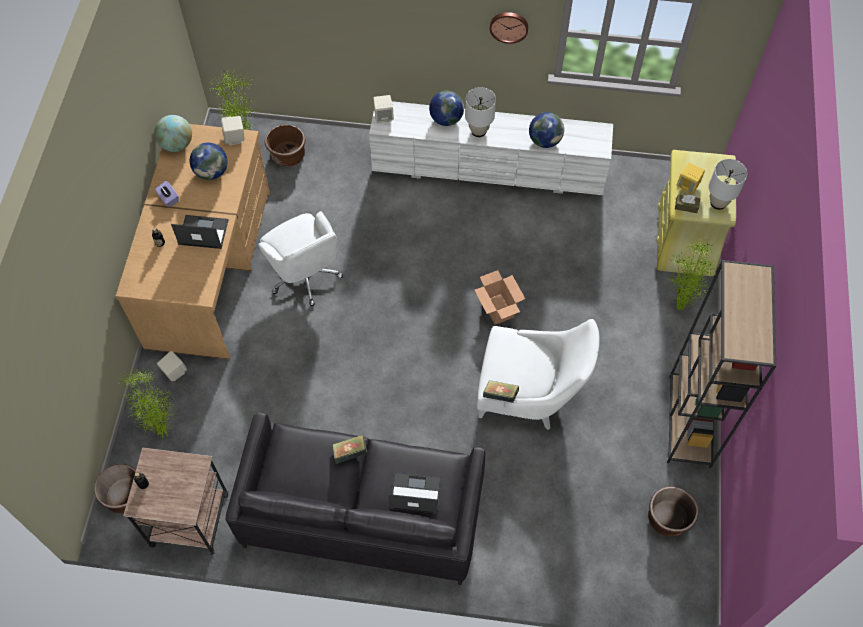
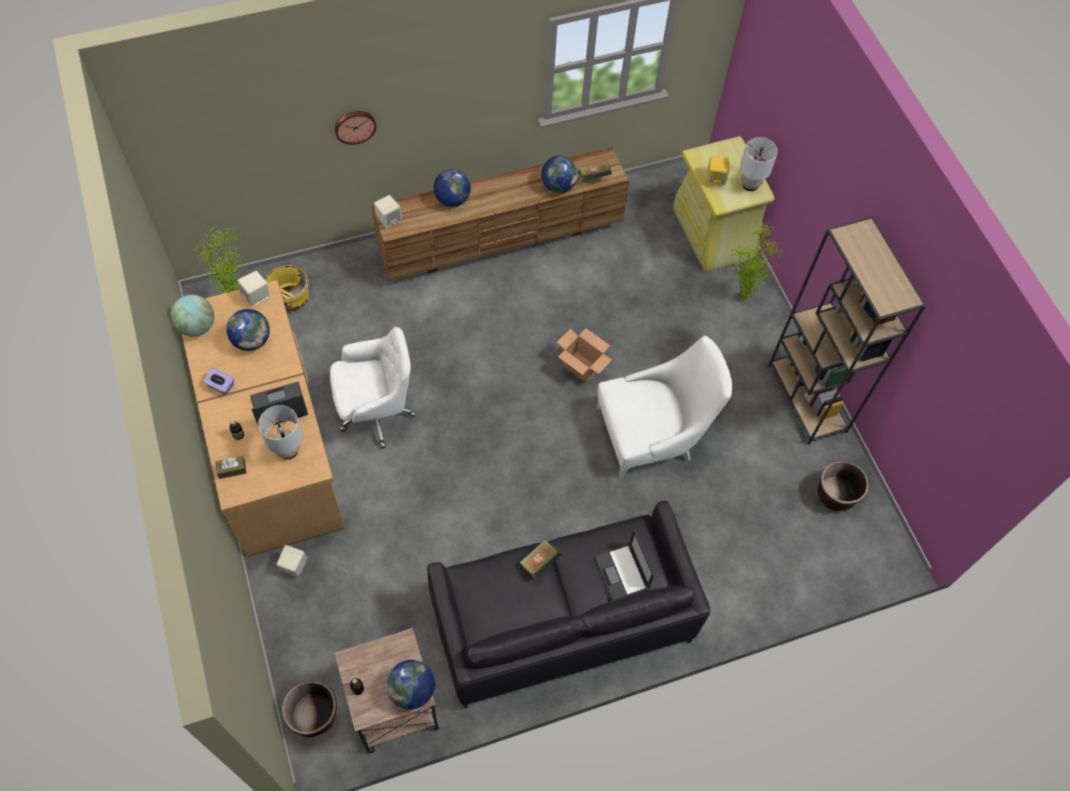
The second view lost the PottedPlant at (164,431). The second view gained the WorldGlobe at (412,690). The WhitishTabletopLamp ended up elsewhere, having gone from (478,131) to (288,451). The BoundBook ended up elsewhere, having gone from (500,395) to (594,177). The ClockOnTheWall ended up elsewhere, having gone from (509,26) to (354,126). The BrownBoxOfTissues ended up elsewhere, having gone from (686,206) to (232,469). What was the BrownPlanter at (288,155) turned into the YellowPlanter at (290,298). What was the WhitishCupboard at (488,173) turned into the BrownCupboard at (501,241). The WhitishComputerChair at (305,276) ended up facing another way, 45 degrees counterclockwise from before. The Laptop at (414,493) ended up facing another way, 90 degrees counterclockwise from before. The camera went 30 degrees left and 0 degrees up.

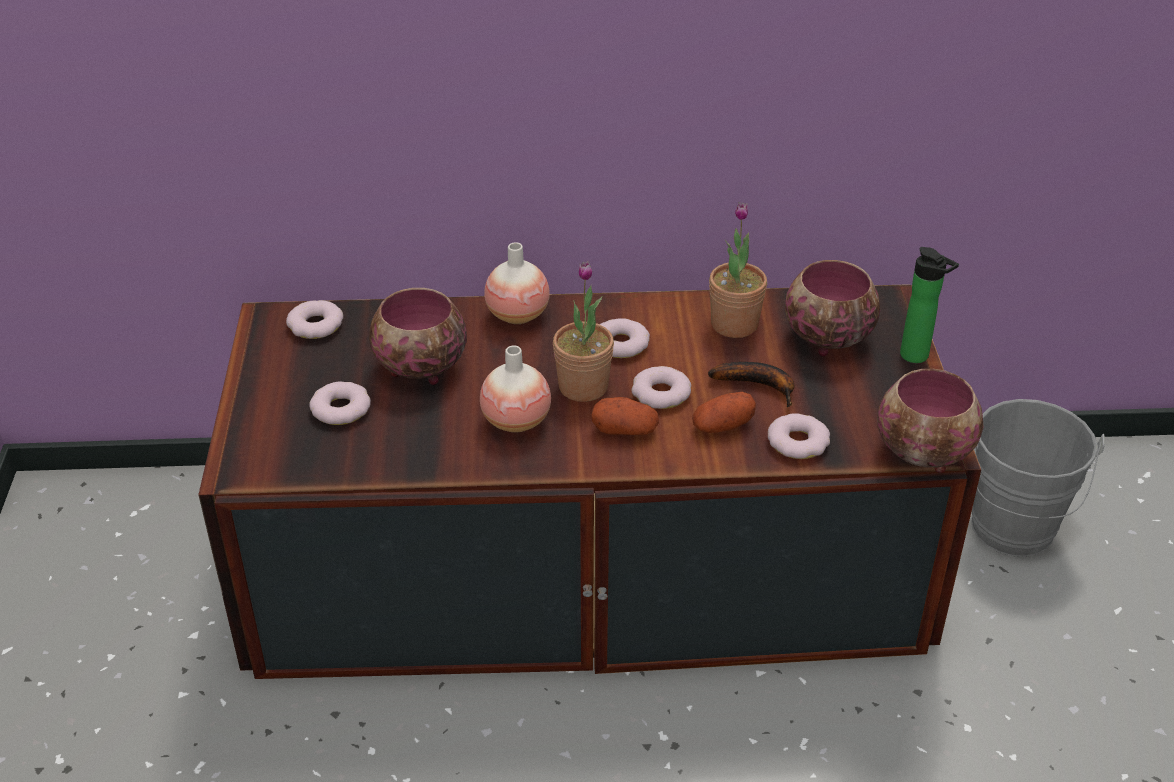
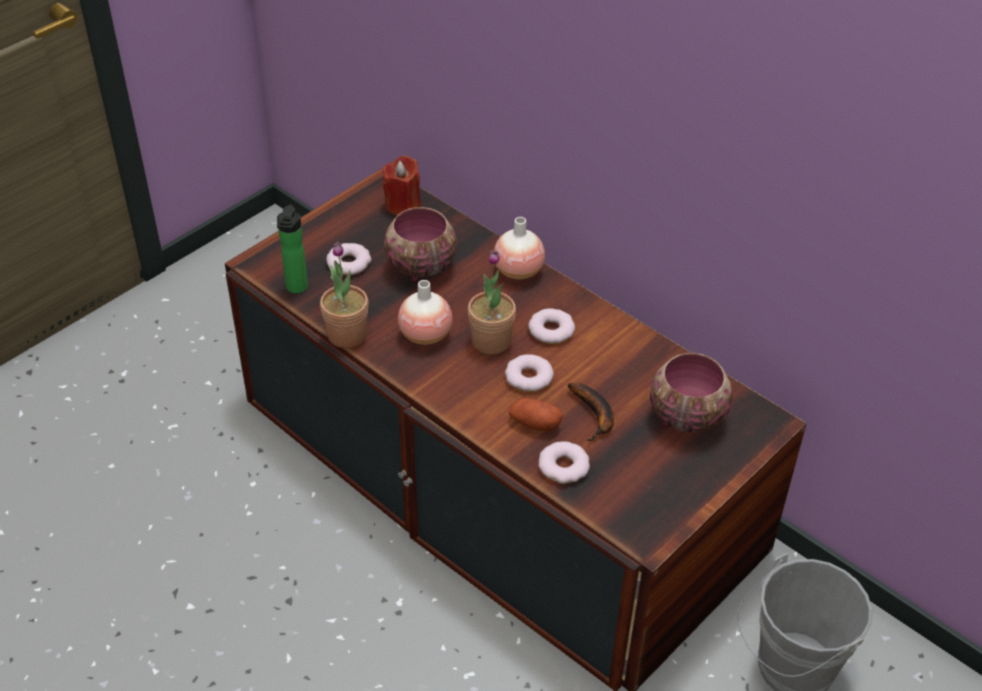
The second view lost the Potato at (625,430). The second view lost the Bowl at (925,455). The PottedPlant ended up elsewhere, having gone from (734,324) to (347,335). The Bottle ended up elsewhere, having gone from (918,357) to (296,289). Where the RingDoughnut stood at (316,325), the RedColouredWaxCandle came to stand at (403,204). The camera went 45 degrees right and 5 degrees up.

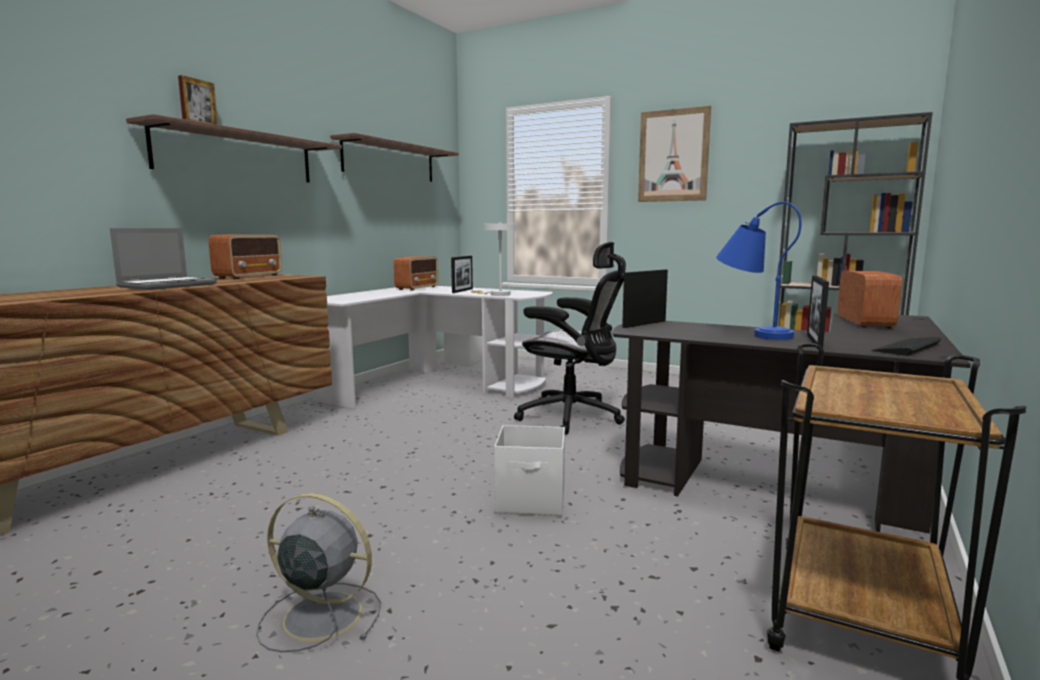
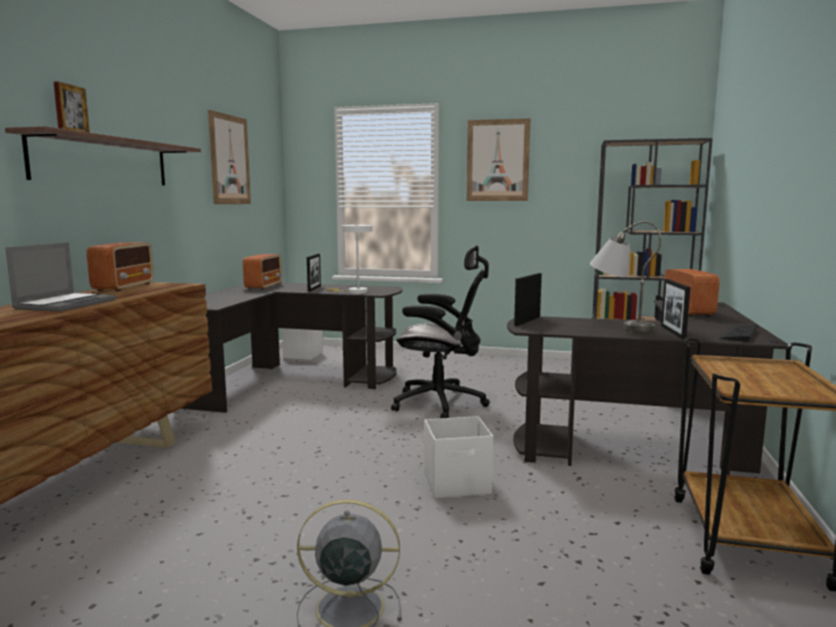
Where the WallShelf hung at (390,161), the WallArt came to hang at (229,160). What was the WhitishDesk at (432,385) turned into the BlackDesk at (288,382). What was the BlueColouredTabletopLamp at (750,333) turned into the GrayTabletopLamp at (618,326). The camera went 15 degrees left and 0 degrees up.

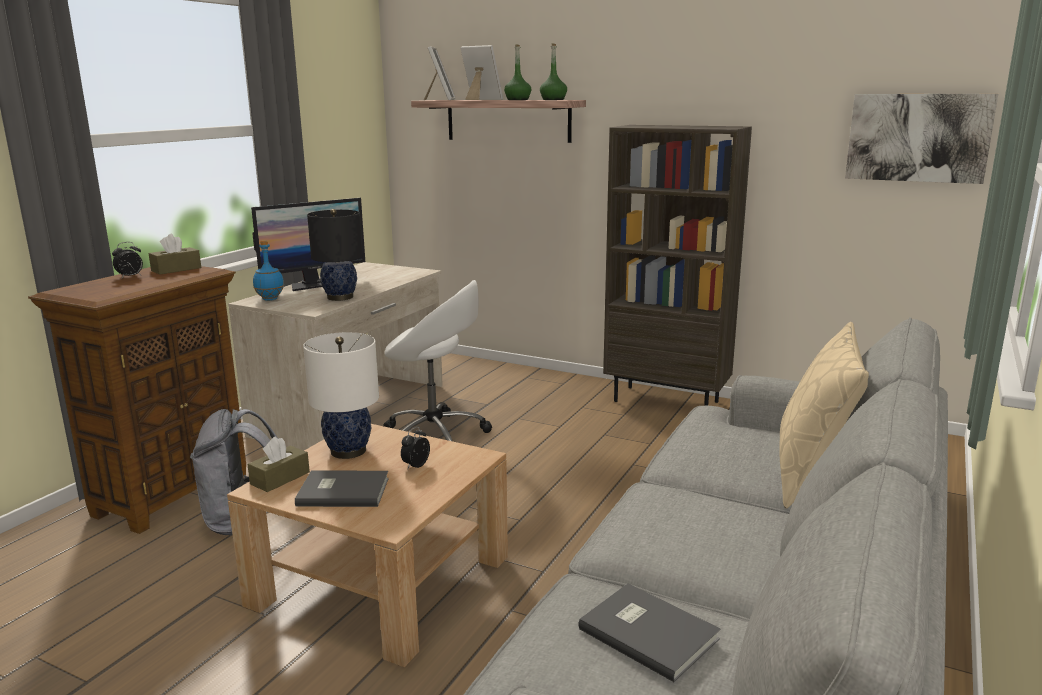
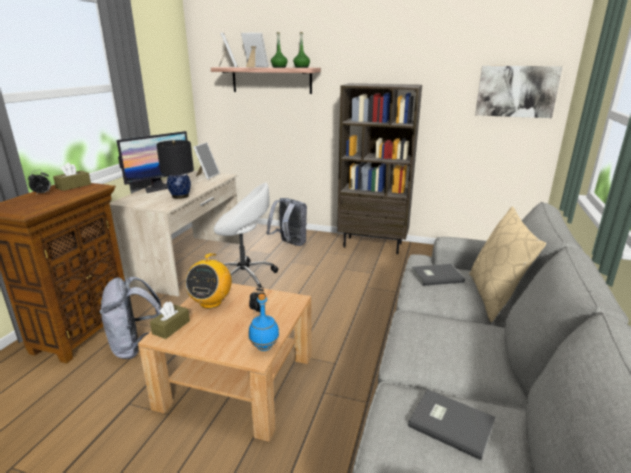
The second view gained the PictureFrame at (207,176). The second view gained the GrayRucksack at (289,244). The BlueColouredBottle ended up elsewhere, having gone from (270,299) to (264,347). The GrayBoundBook ended up elsewhere, having gone from (342,491) to (435,276). Where the WhitishTabletopLamp stood at (348,451), the Radio came to stand at (211,302). The camera went 10 degrees left and 5 degrees up.

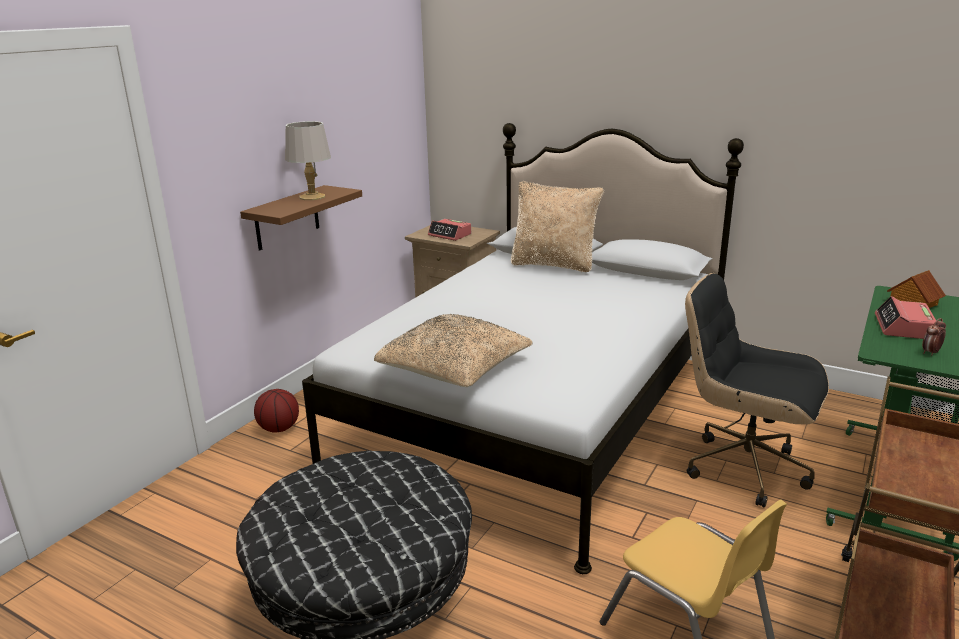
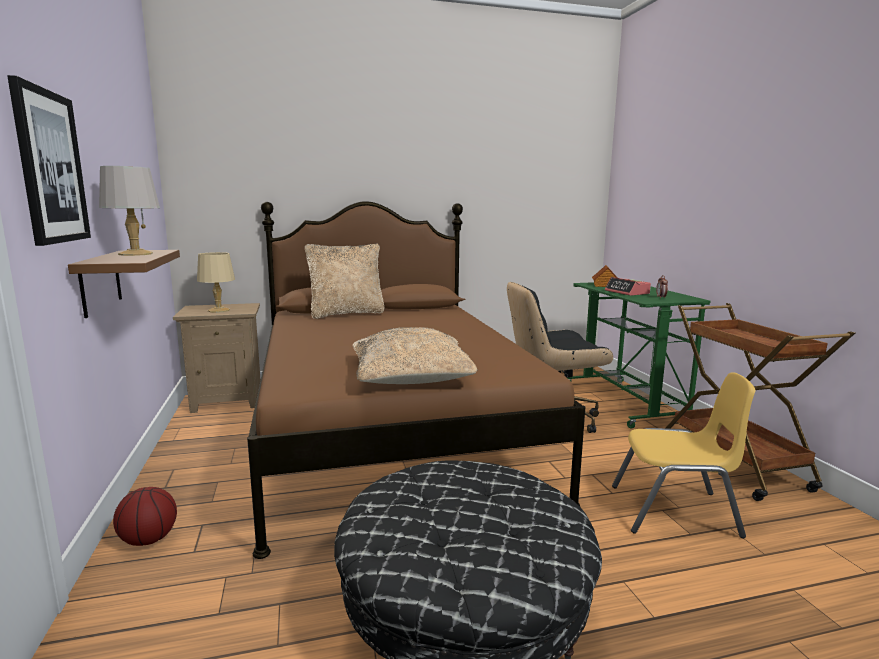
The second view gained the WallArt at (50,167). Where the BedsideClock stood at (450,235), the BeigeTabletopLamp came to stand at (219,310). What was the WhitishSleepingBed at (537,414) turned into the BrownSleepingBed at (391,435). The camera went 45 degrees left and 10 degrees down.

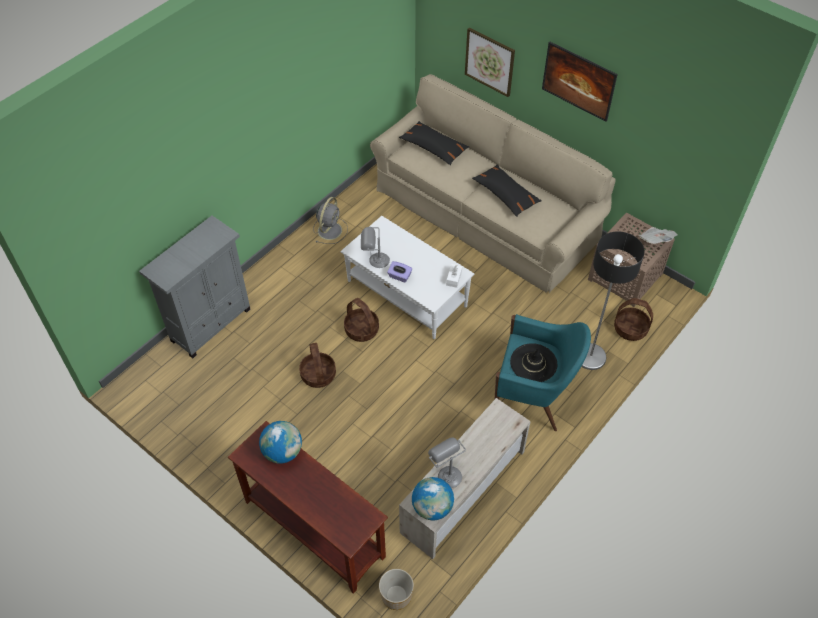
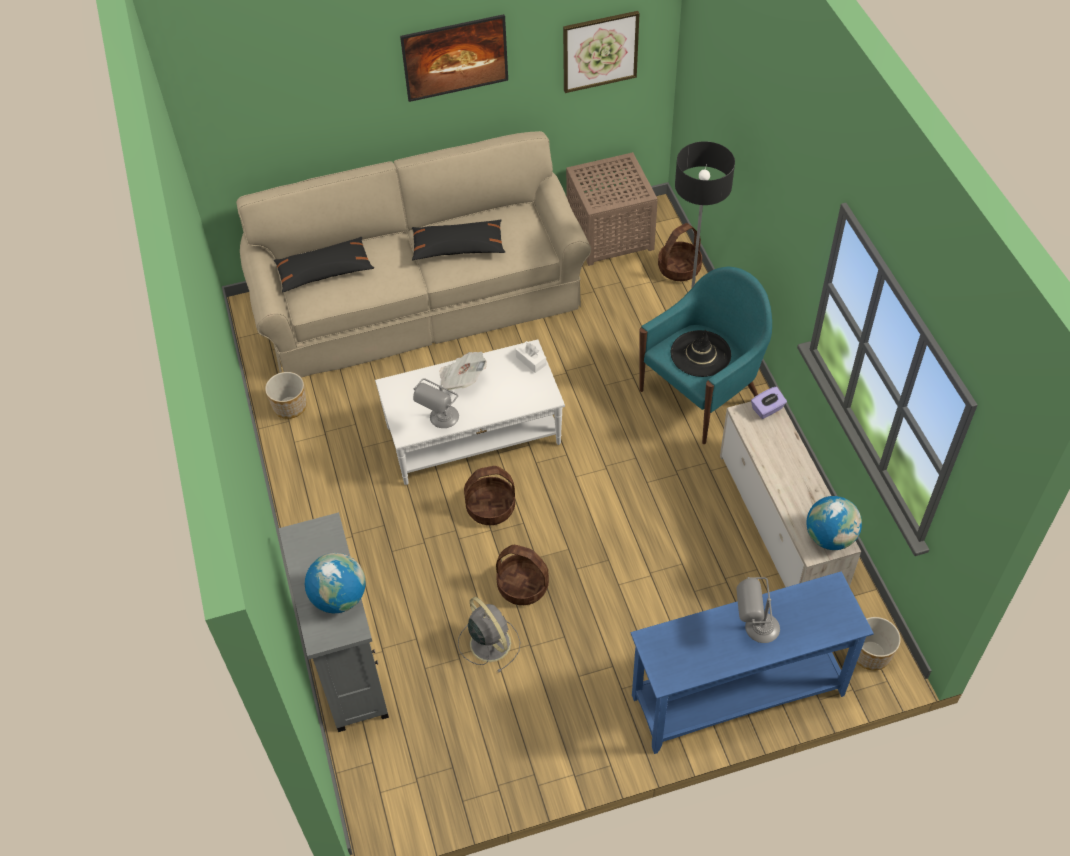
The second view gained the Planter at (289,406). The WorldGlobe ended up elsewhere, having gone from (283,452) to (339,597). The GrayCoolingFan ended up elsewhere, having gone from (330,230) to (489,642). The PurplishBoxOfTissues ended up elsewhere, having gone from (399,276) to (767,409). The GrayTabletopLamp ended up elsewhere, having gone from (446,473) to (755,628). The WallArt ended up elsewhere, having gone from (490,61) to (600,51). The PrintedPaper ended up elsewhere, having gone from (655,241) to (462,379). What was the BrownConsoleTable at (313,529) turned into the BlueColouredConsoleTable at (737,696). The camera went 55 degrees left and 0 degrees up.

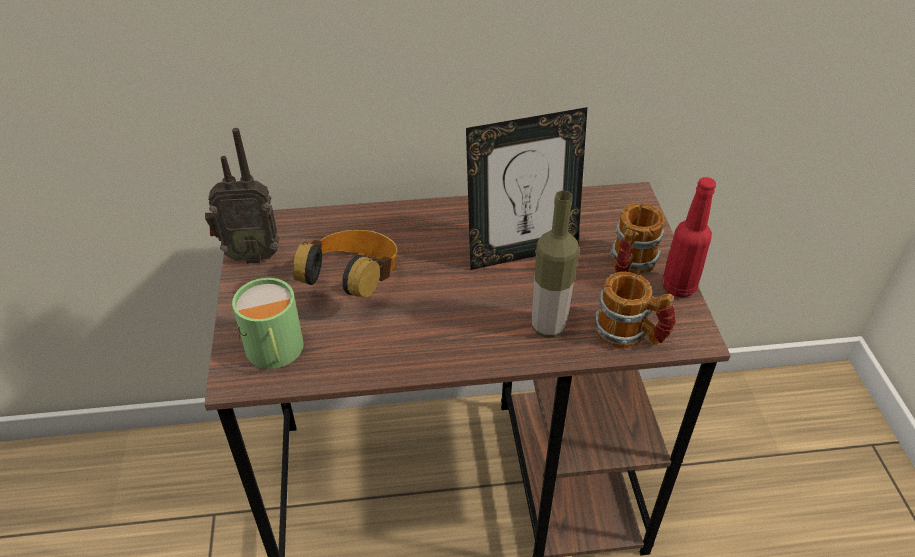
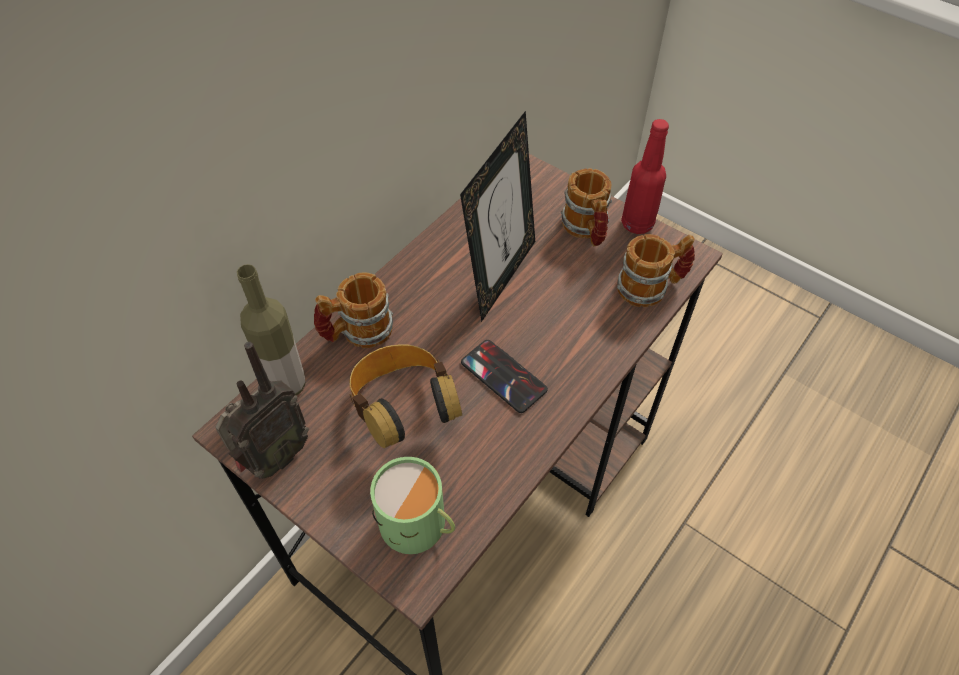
The second view gained the CoffeeMug at (357,332). The second view gained the Phone at (503,376). The Bottle ended up elsewhere, having gone from (548,326) to (288,385). The camera went 45 degrees left and 10 degrees up.

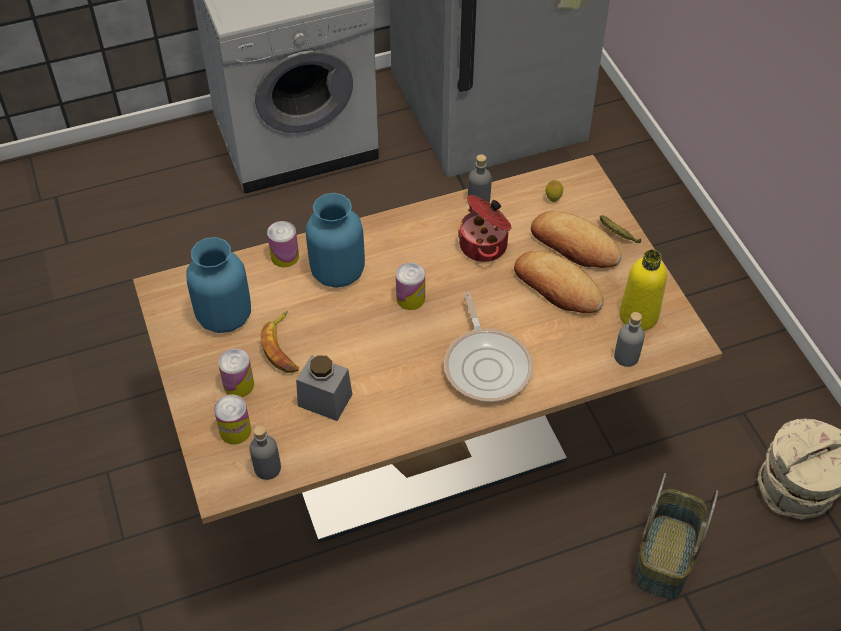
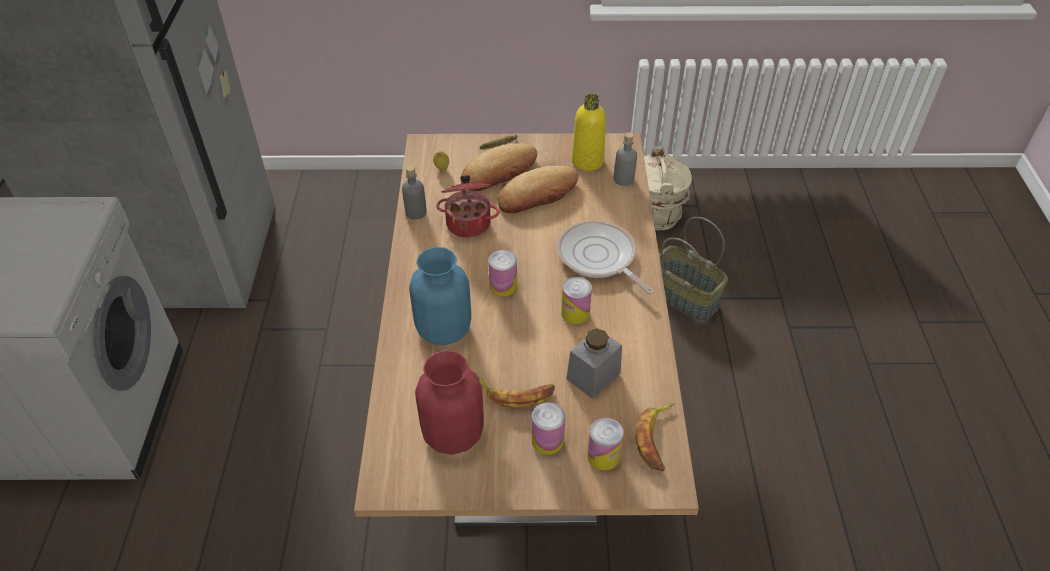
The MetalCan ended up elsewhere, having gone from (285,256) to (575,313). Where the GrayBottle stood at (267,468), the BananaFruit came to stand at (656,439). What was the BlueColouredVase at (224,316) turned into the RedColouredVase at (453,433). The Pan at (487,365) ended up facing another way, 135 degrees counterclockwise from before. The camera went 70 degrees left and 5 degrees down.

